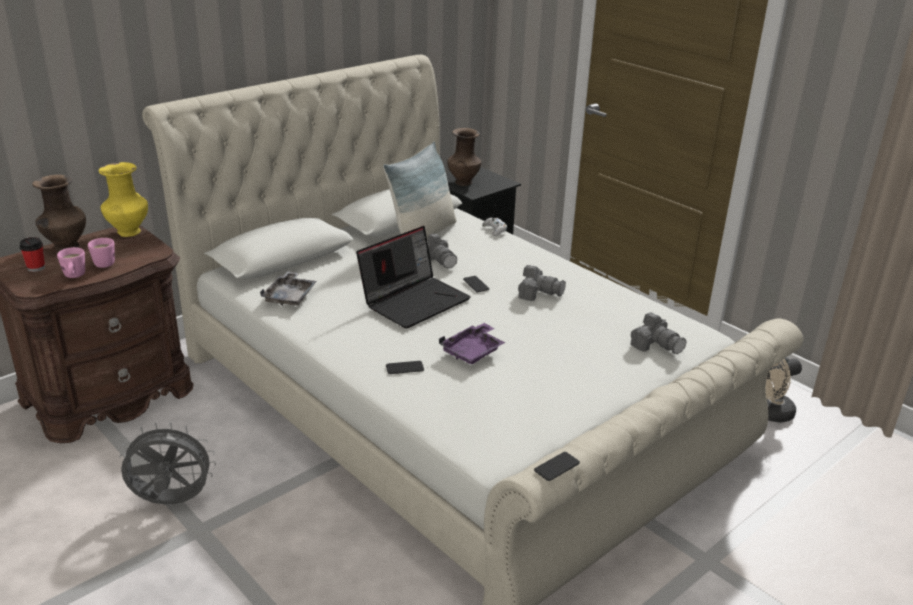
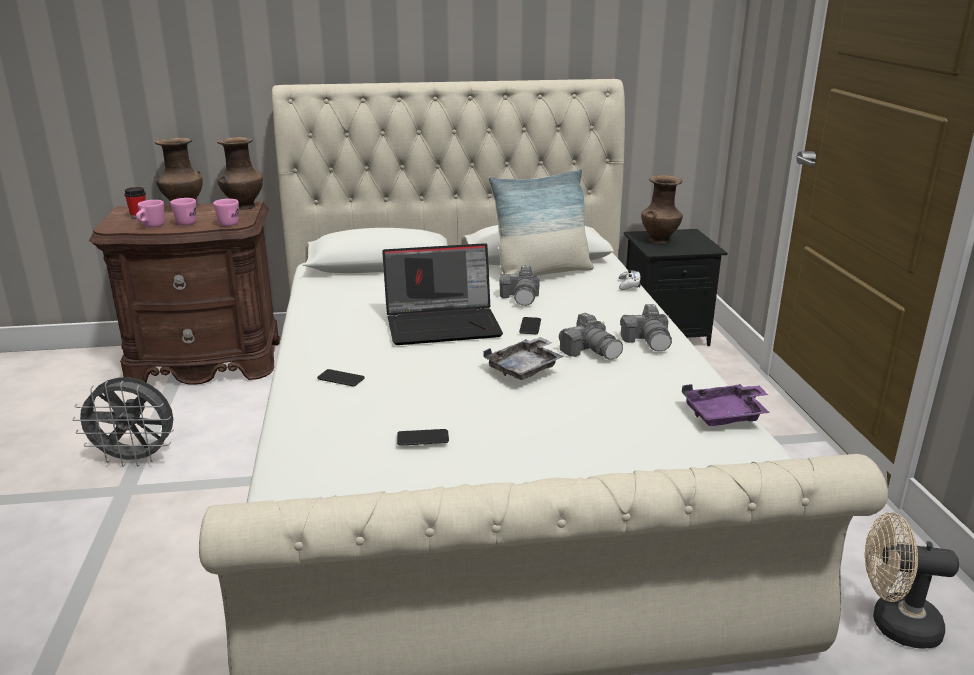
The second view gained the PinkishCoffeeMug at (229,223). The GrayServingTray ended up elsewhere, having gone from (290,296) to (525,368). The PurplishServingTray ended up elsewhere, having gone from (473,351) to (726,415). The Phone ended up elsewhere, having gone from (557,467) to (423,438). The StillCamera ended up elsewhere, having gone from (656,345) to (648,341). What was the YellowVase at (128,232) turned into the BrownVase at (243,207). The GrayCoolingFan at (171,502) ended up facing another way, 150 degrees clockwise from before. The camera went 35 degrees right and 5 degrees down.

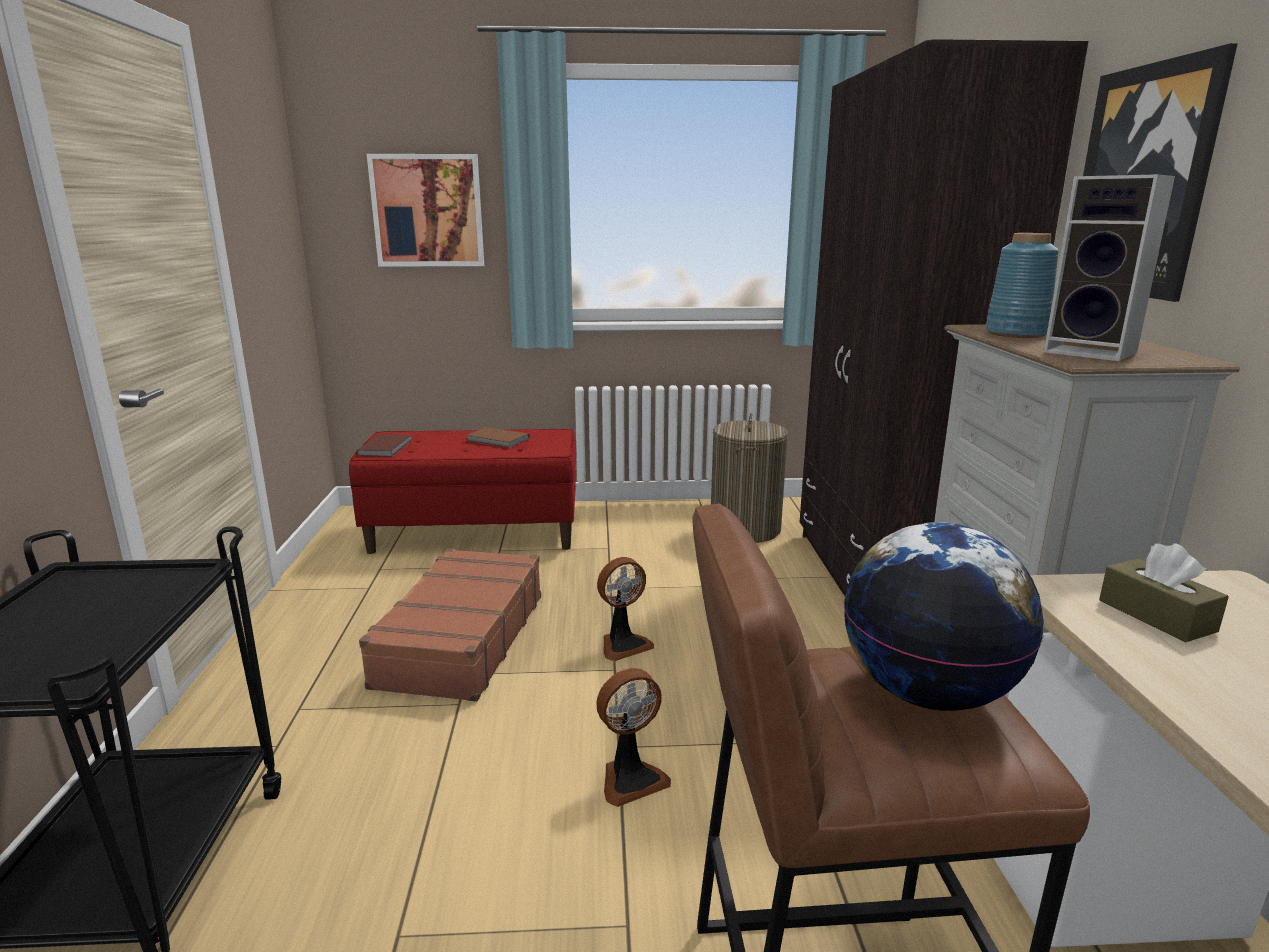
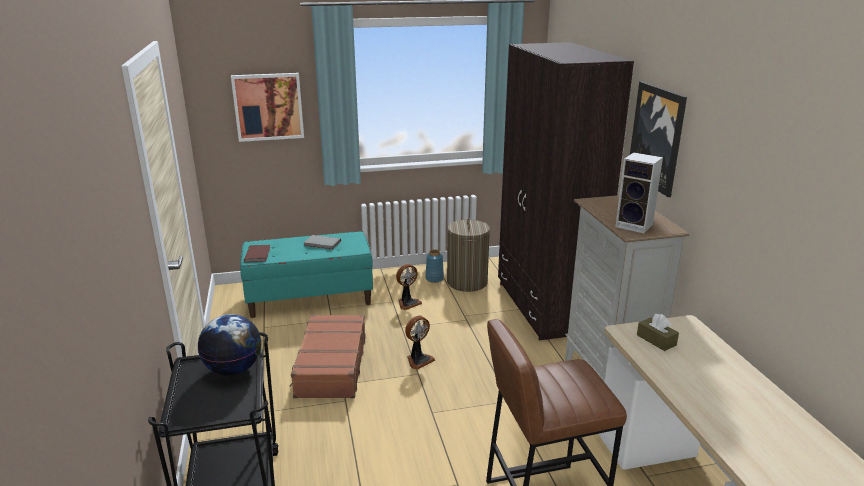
The CoolingFan ended up elsewhere, having gone from (630,778) to (408,303). The WorldGlobe ended up elsewhere, having gone from (928,692) to (234,369). The BlueColouredVase ended up elsewhere, having gone from (1015,334) to (434,279). What was the RedColouredIndoorBench at (475,533) turned into the BlueGreenIndoorBench at (310,298). What was the BrownBoundBook at (497,440) turned into the GrayBoundBook at (322,244). The camera went 10 degrees left and 5 degrees up.

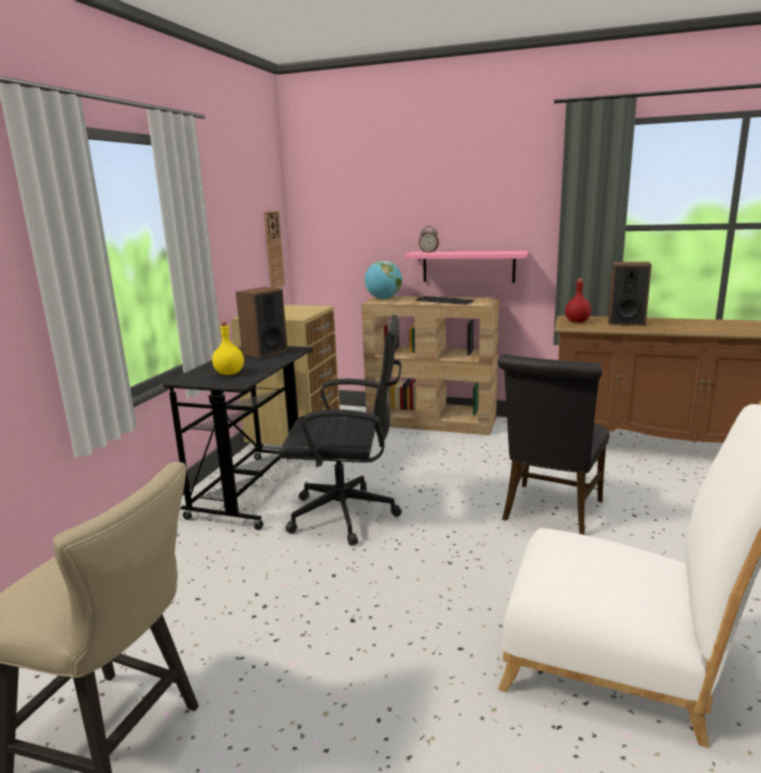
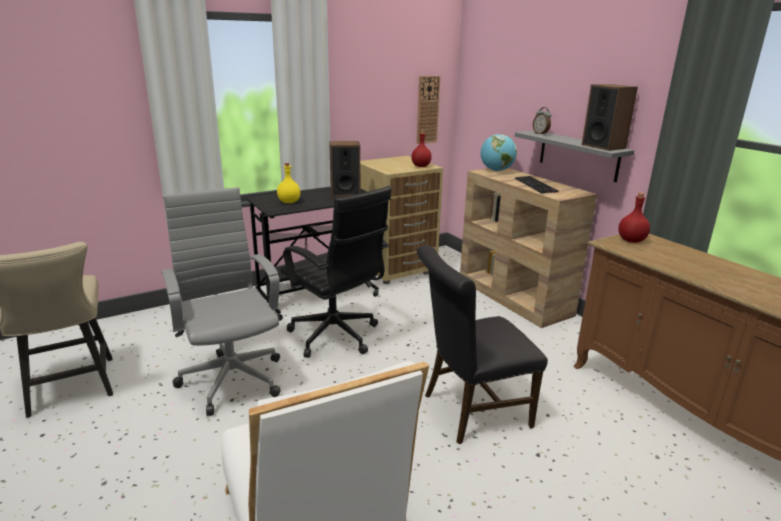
The second view gained the GrayComputerChair at (231,378). The second view gained the RedColouredBottle at (421,166). The Speaker ended up elsewhere, having gone from (626,322) to (603,146). What was the PinkishWallShelf at (468,266) turned into the GrayWallShelf at (578,155). The camera went 40 degrees right and 5 degrees up.

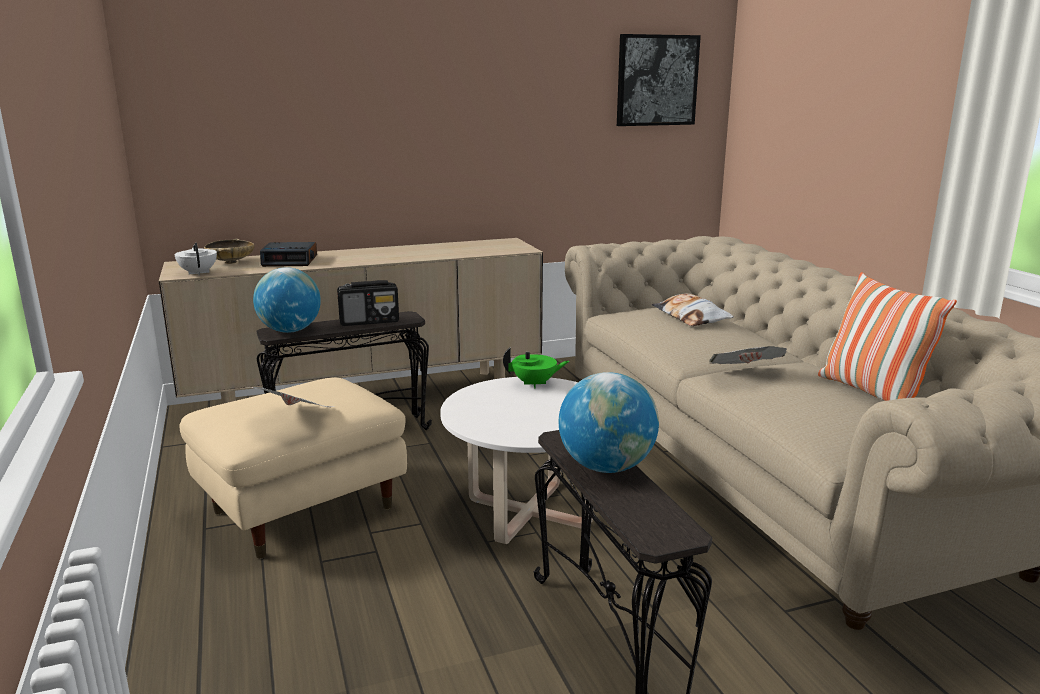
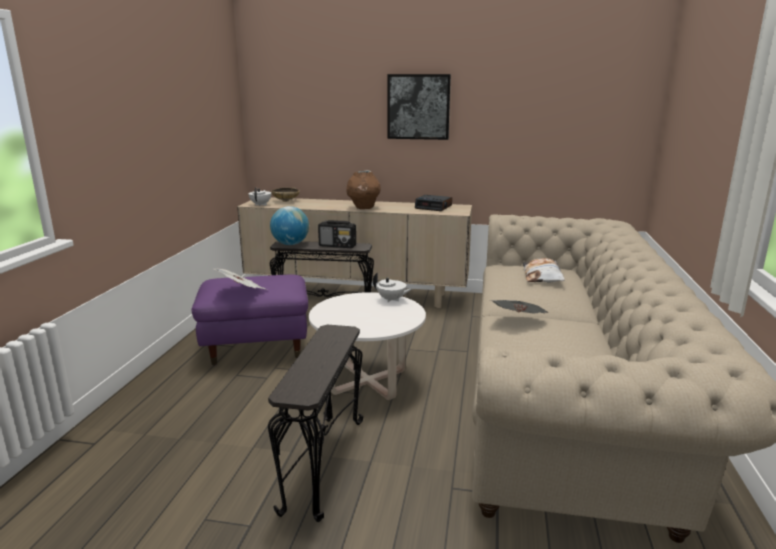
The second view lost the WorldGlobe at (606,467). The second view lost the Pillow at (871,392). The second view gained the BrownVase at (363,208). The BedsideClock ended up elsewhere, having gone from (290,261) to (434,207). The WallArt ended up elsewhere, having gone from (656,80) to (418,107). What was the BeigeOttoman at (301,511) turned into the PurplishOttoman at (255,347). What was the GreenishTeapot at (535,384) turned into the WhitishTeapot at (391,300). The camera went 30 degrees right and 0 degrees up.

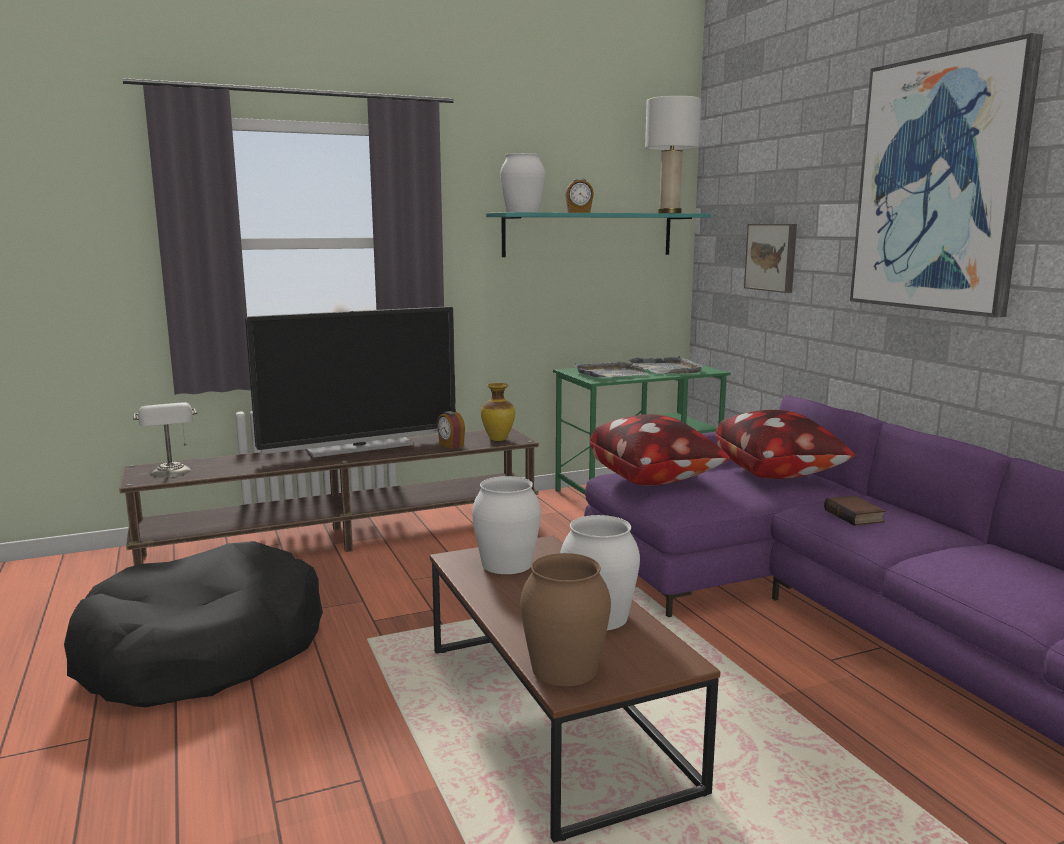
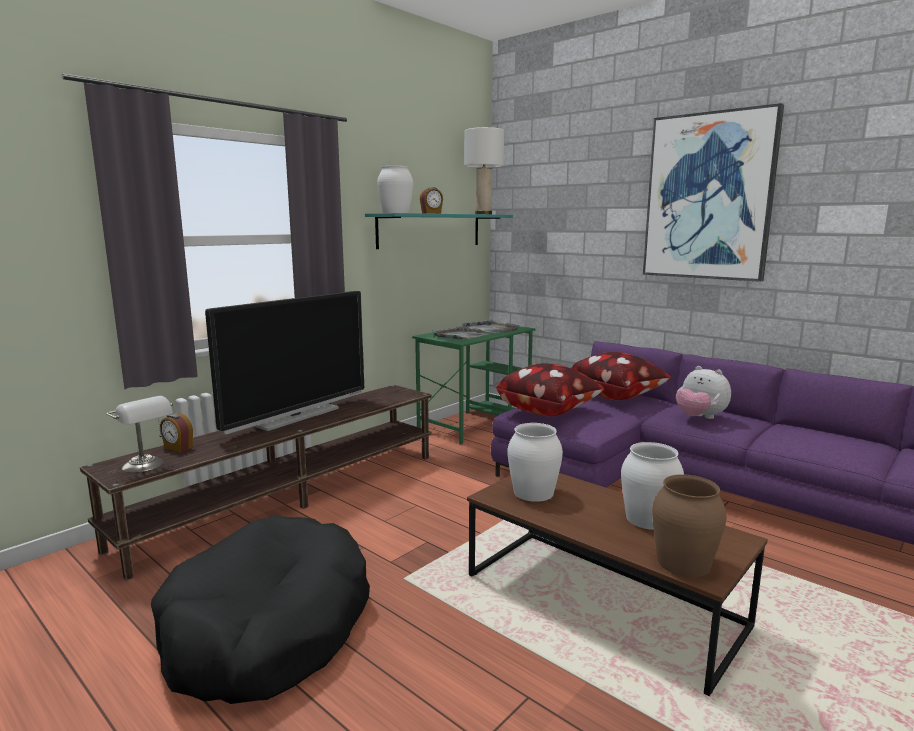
The second view lost the Vase at (498,439). The second view lost the WallArt at (772,257). The BedsideClock ended up elsewhere, having gone from (450,445) to (178,448). Where the BoundBook stood at (855,516), the SoftToy came to stand at (700,418). The camera went 25 degrees left and 0 degrees up.

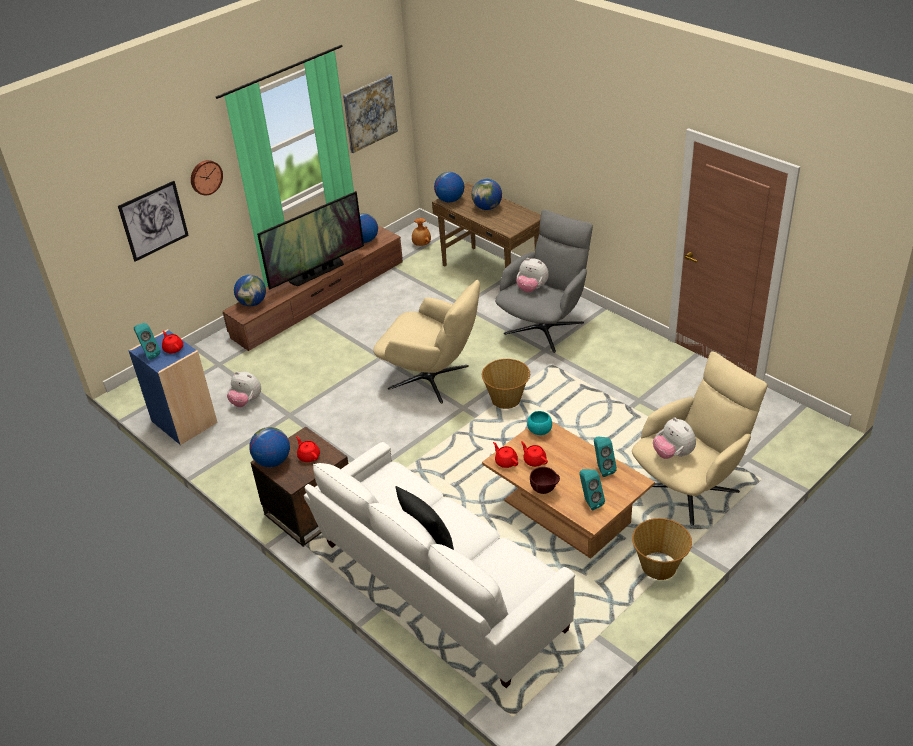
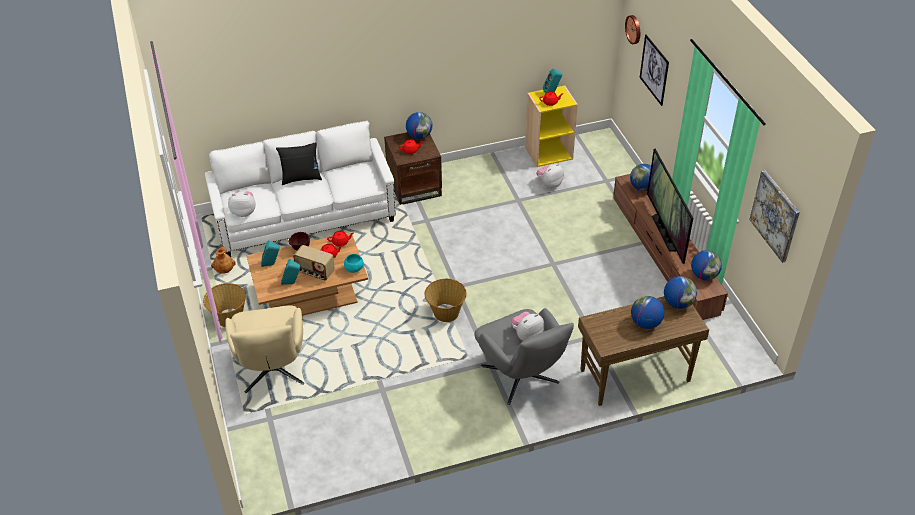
The second view lost the BeigeArmchair at (431,379). The second view gained the Radio at (315,272). The ClockOnTheWall ended up elsewhere, having gone from (205,177) to (634,29). The BrownVase ended up elsewhere, having gone from (421,244) to (224,270). The SoftToy ended up elsewhere, having gone from (673,454) to (244,212). What was the BlueColouredShelvingUnit at (183,422) turned into the YellowShelvingUnit at (549,153). The camera went 115 degrees right and 5 degrees up.

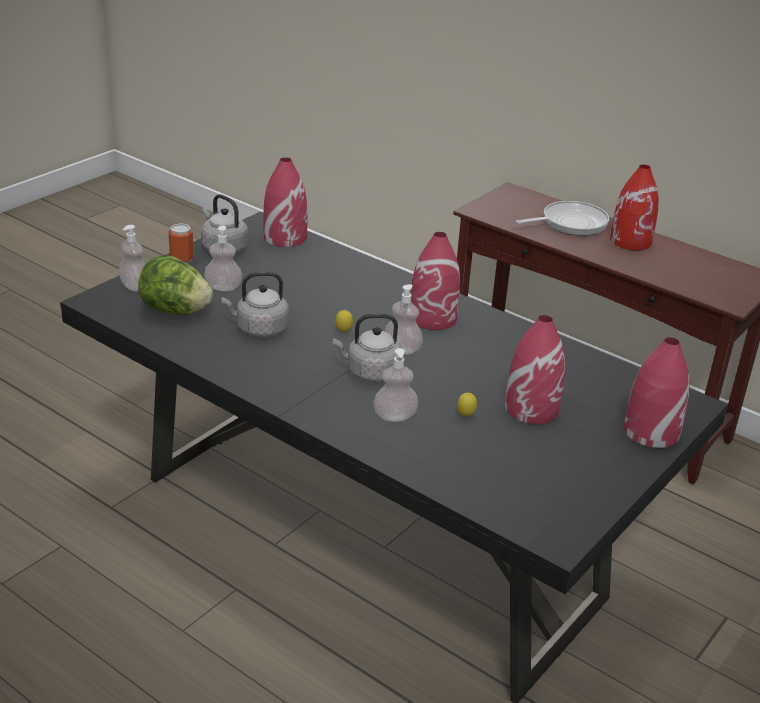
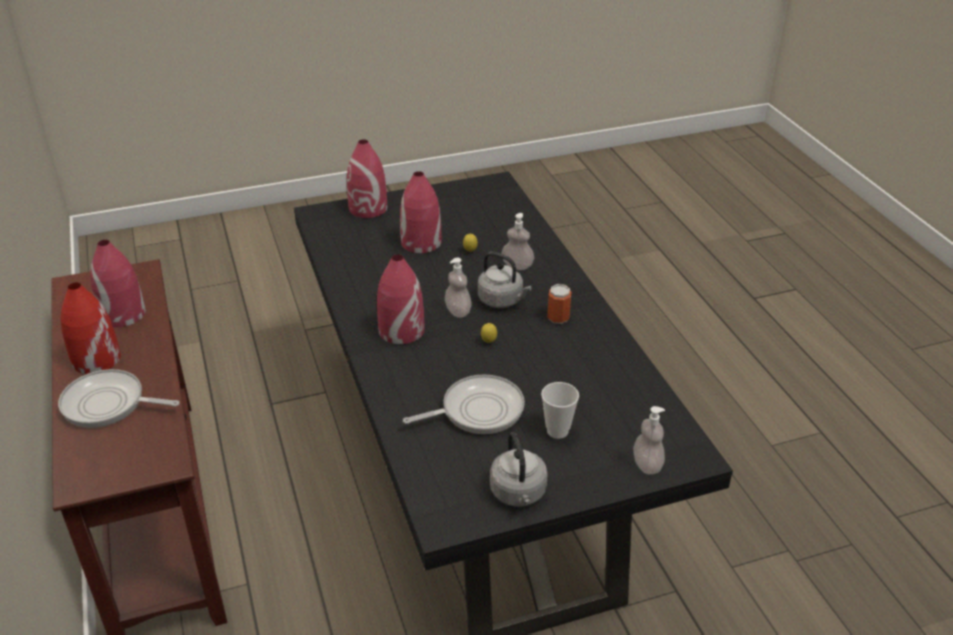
The second view lost the Lettuce at (175,311). The second view lost the GrayWaterKettle at (259,329). The second view gained the Pan at (477,410). The MetalCan ended up elsewhere, having gone from (181,259) to (558,317). The RedColouredVase ended up elsewhere, having gone from (284,237) to (122,314). Where the LiquidSoapBottle stood at (223,287), the SmallCup came to stand at (557,431). The camera went 145 degrees left and 5 degrees up.

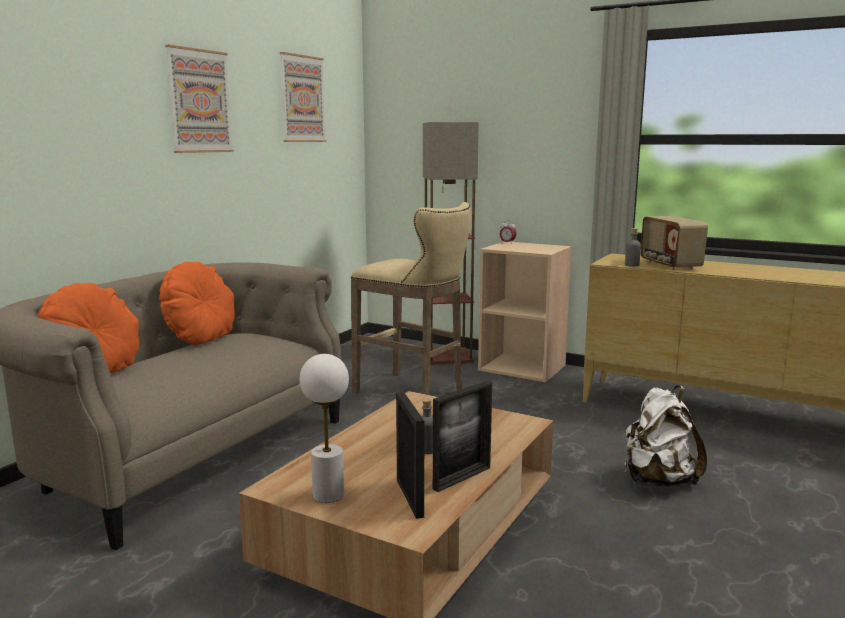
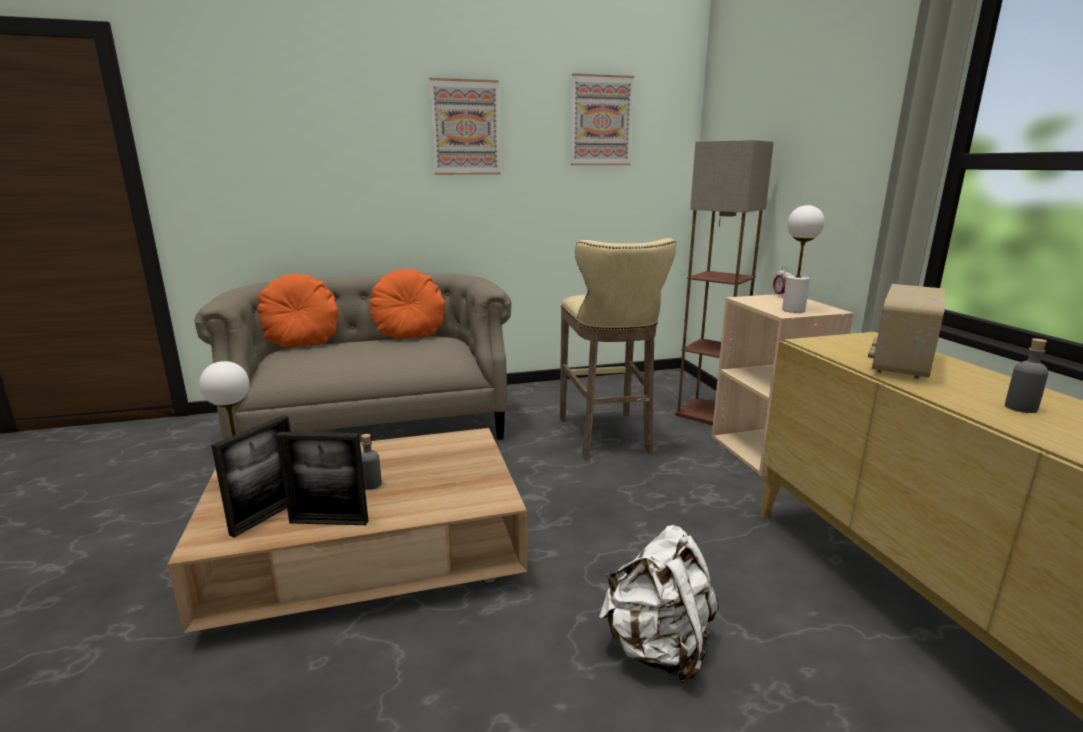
The second view gained the WhitishTabletopLamp at (793,310). The GrayBottle ended up elsewhere, having gone from (632,265) to (1020,408). The camera went 45 degrees right and 5 degrees up.

